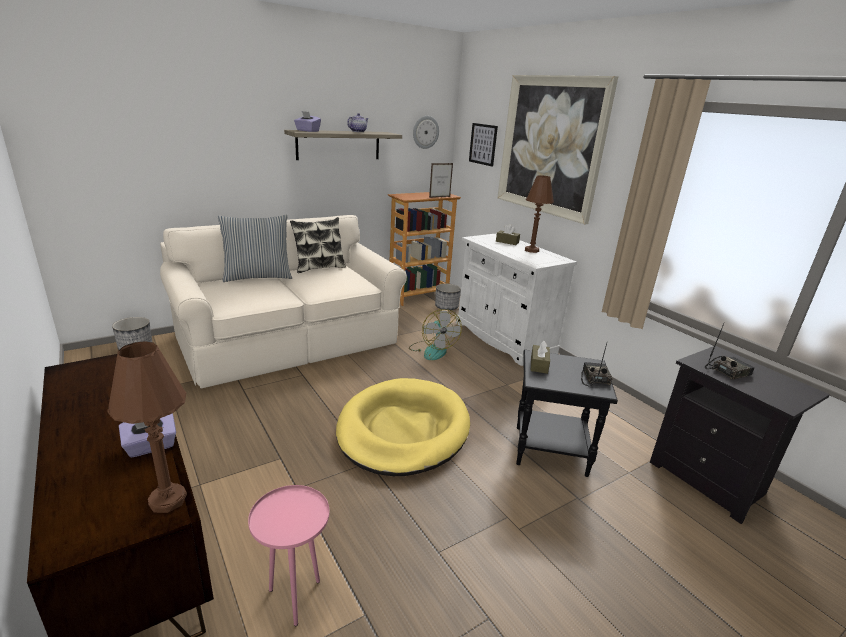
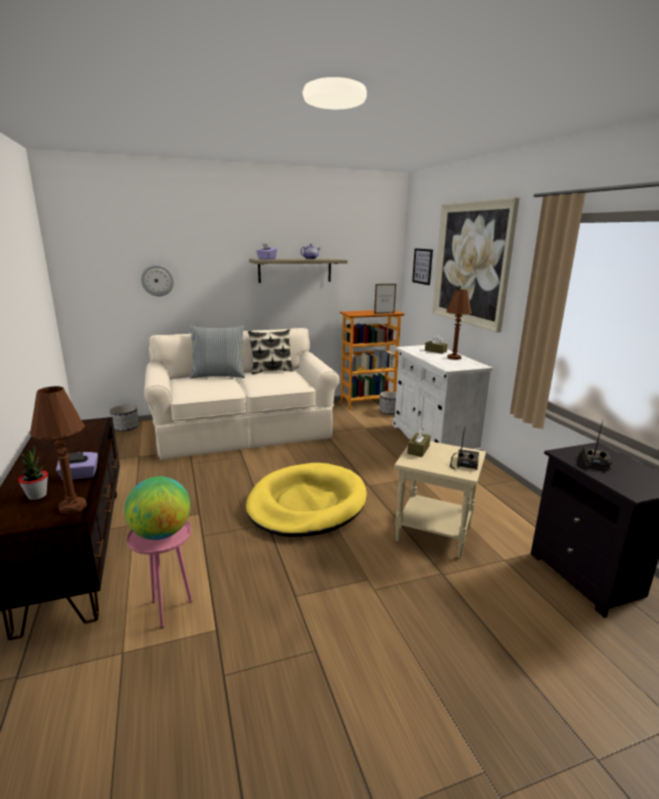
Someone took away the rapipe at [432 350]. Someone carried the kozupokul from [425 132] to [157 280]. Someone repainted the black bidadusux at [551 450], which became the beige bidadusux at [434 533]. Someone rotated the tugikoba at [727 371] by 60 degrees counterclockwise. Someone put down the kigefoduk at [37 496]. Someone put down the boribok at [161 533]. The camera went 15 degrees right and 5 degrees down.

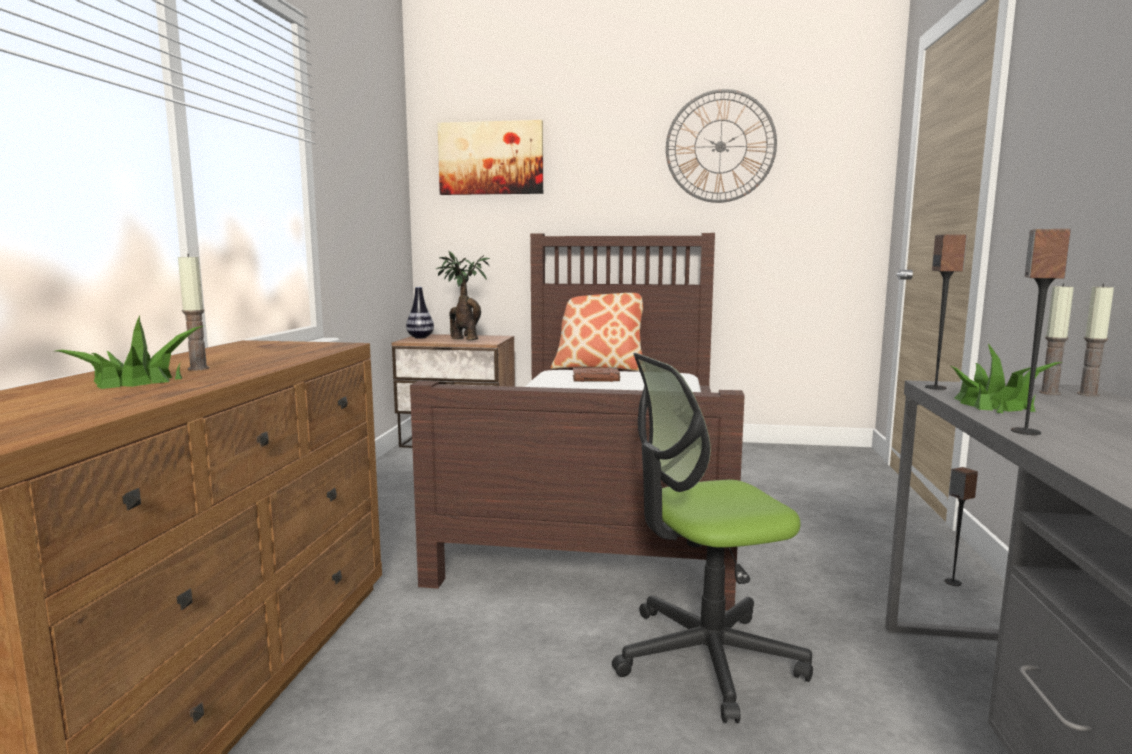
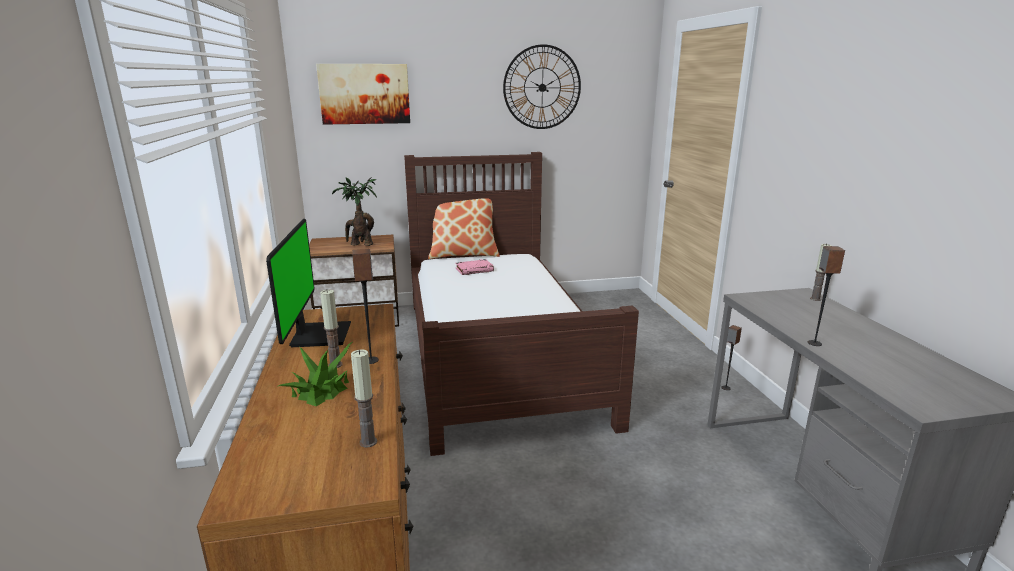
Someone took away the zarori at [420 337]. Someone repainted the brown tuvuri at [596 379], which became the pink tuvuri at [474 270]. Someone took away the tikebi at [706 658]. Someone carried the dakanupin from [936 387] to [371 360]. Someone took away the kigefoduk at [994 405]. Someone carried the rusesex from [1049 393] to [368 442]. Someone put down the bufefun at [318 335]. The camera went 20 degrees left and 10 degrees up.

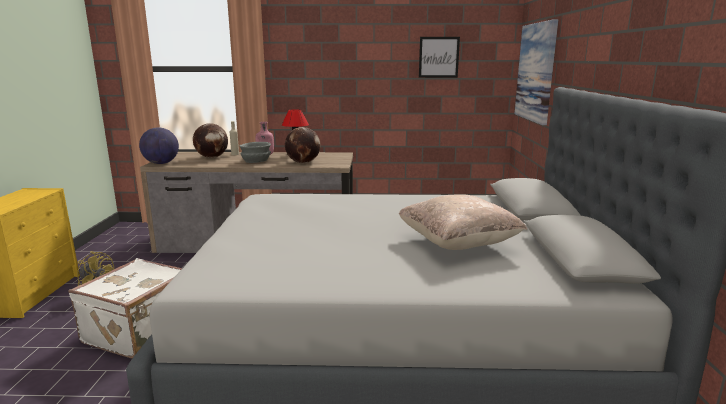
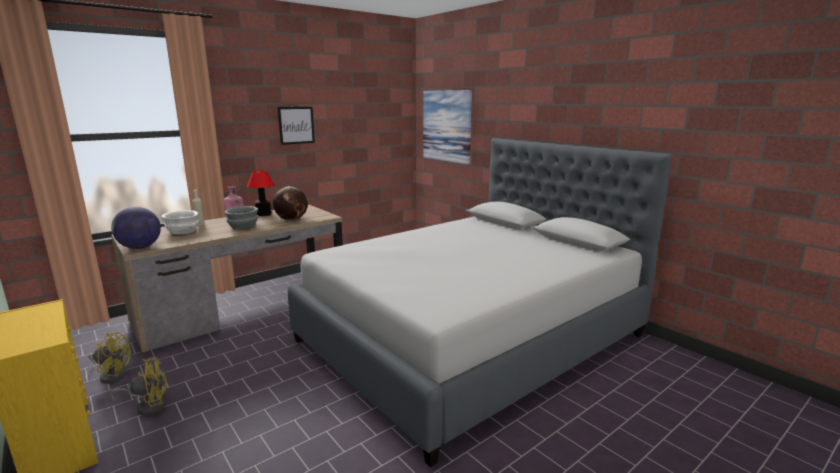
Someone took away the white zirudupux at [141 330]. Someone swapped the boribok at [212 157] for the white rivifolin at [183 231]. Someone took away the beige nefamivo at [457 244]. Someone carried the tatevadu from [438 57] to [296 125]. Someone put down the yellow rapipe at [112 375]. The camera went 40 degrees left and 0 degrees up.

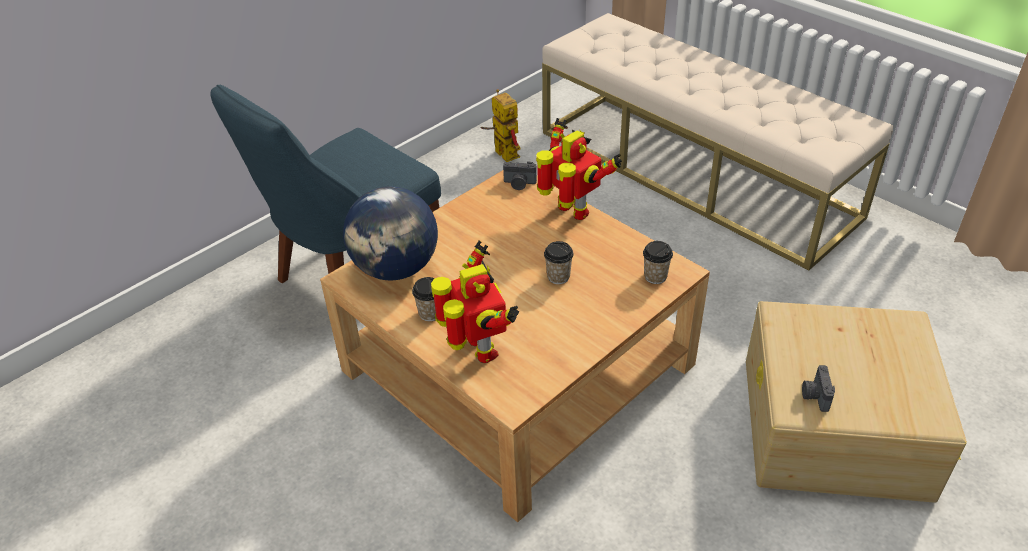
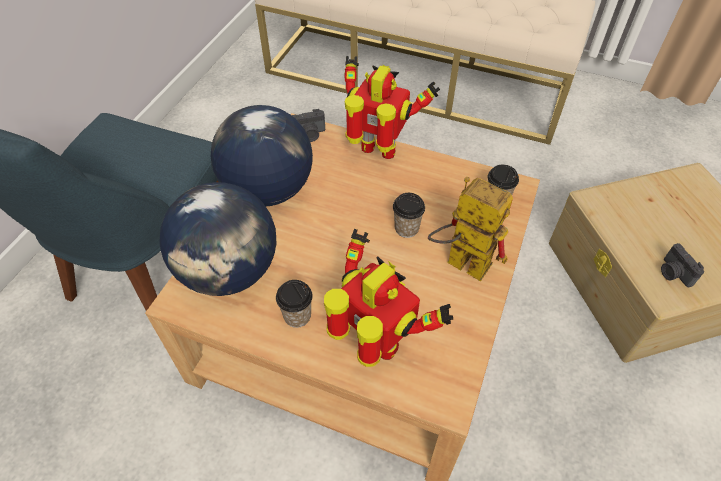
Someone carried the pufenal from [502 152] to [459 262]. Someone put down the boribok at [268 191]. The camera went 25 degrees left and 10 degrees up.

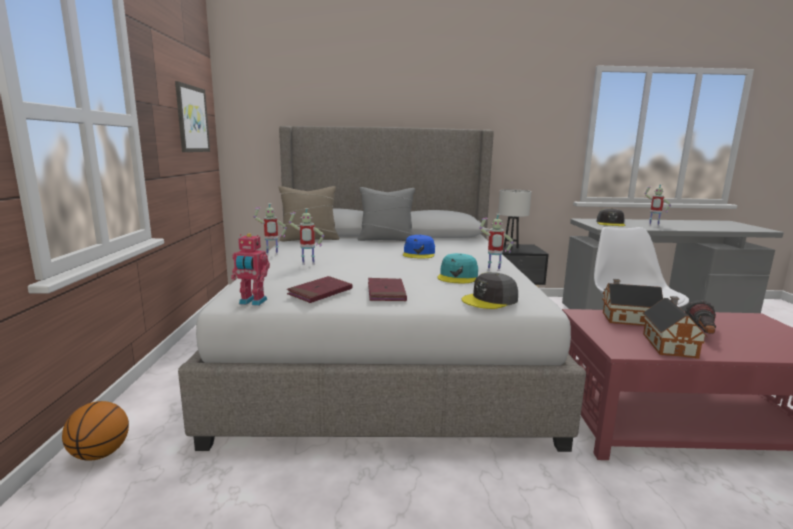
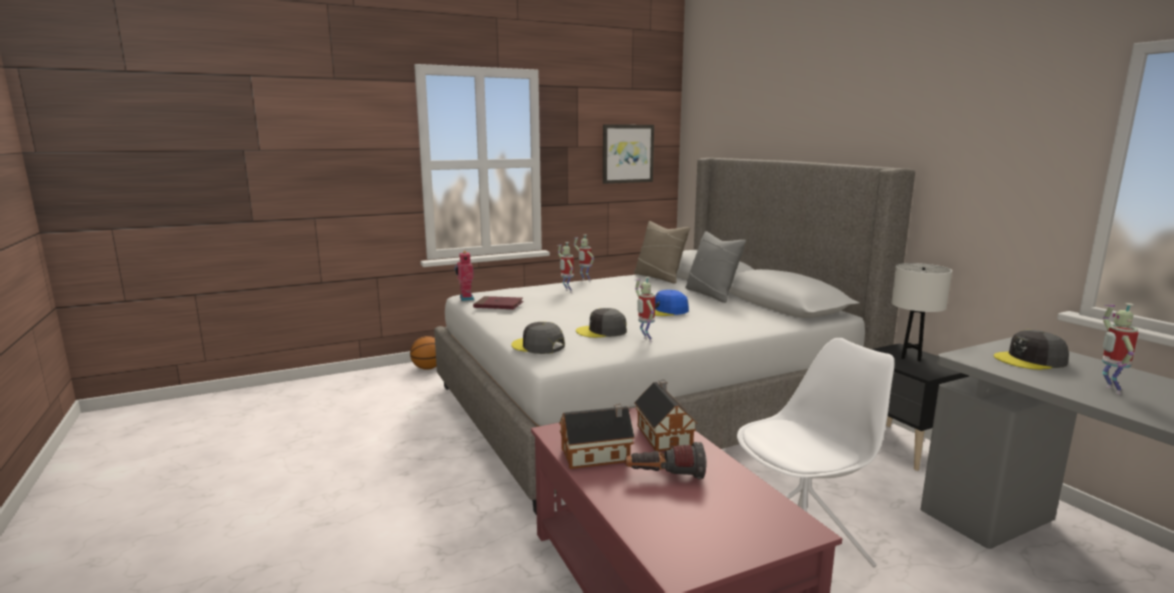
Someone took away the red tuvuri at [386 292]. Someone repainted the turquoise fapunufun at [458 276], which became the grey fapunufun at [602 331]. The camera went 65 degrees right and 0 degrees up.

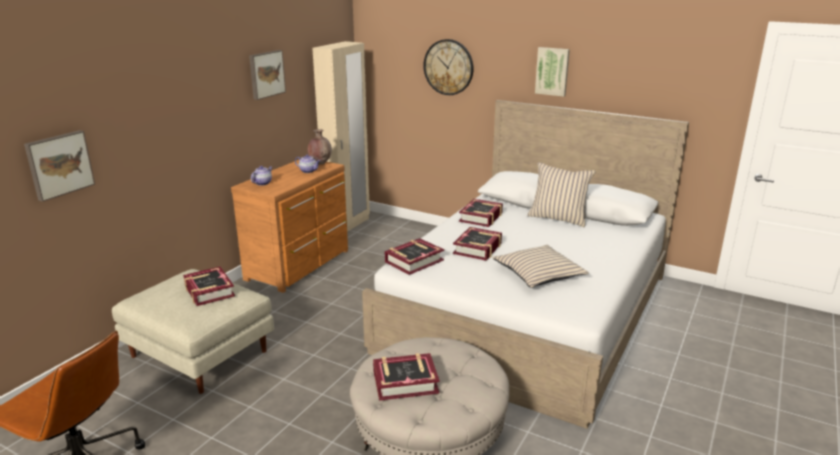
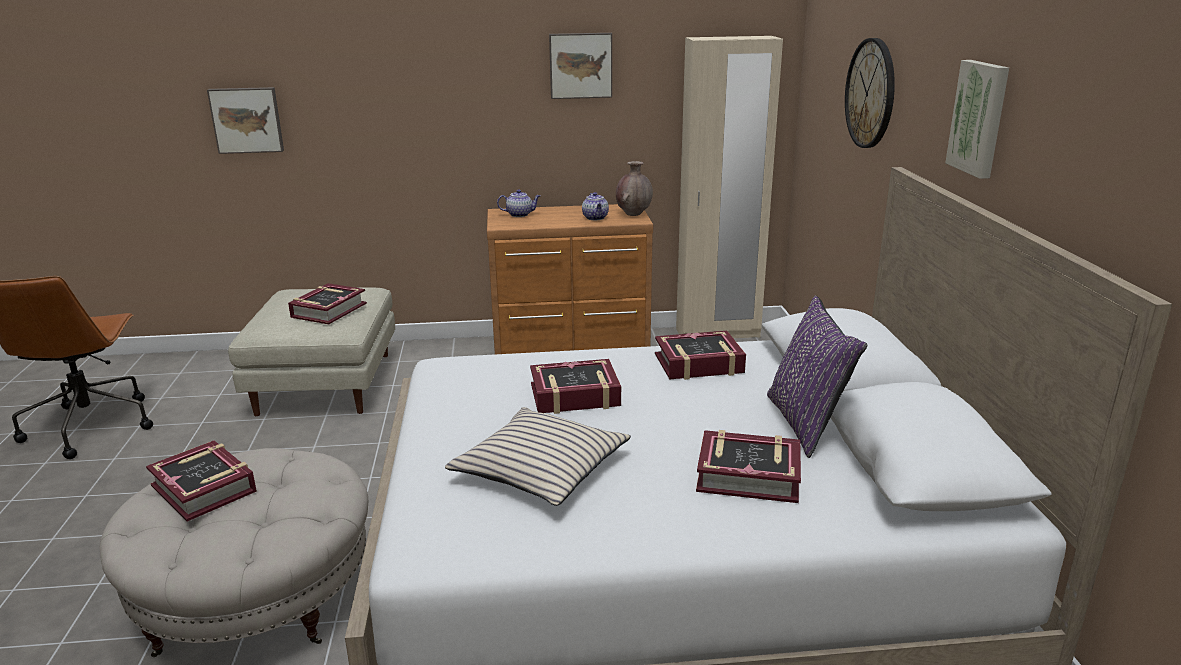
Someone carried the tuvuri from [414 261] to [748 475]. Someone repainted the beige nefamivo at [558 218], which became the purple nefamivo at [806 423]. The camera went 55 degrees right and 0 degrees up.

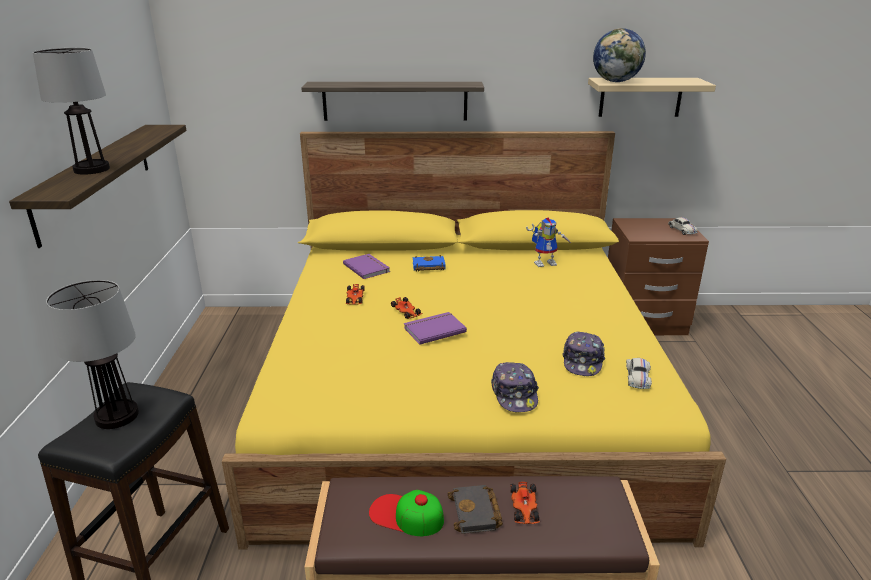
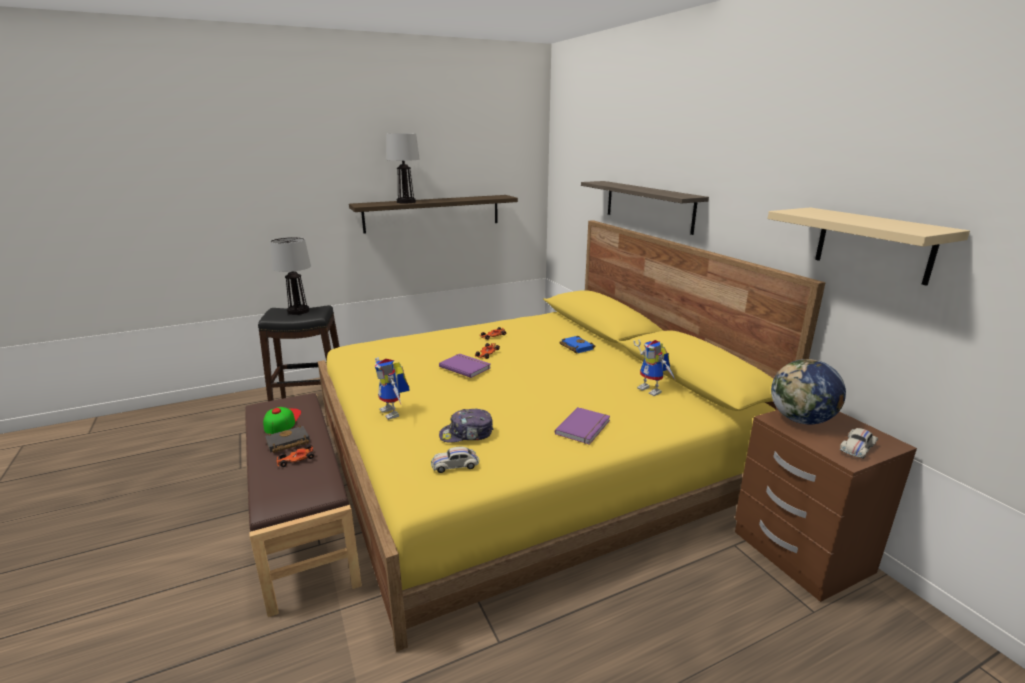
Someone carried the purple tuvuri from [367 267] to [584 427]. Someone swapped the fapunufun at [514 394] for the pufenal at [394 413]. Someone carried the boribok from [616 81] to [801 420]. The camera went 65 degrees right and 5 degrees down.

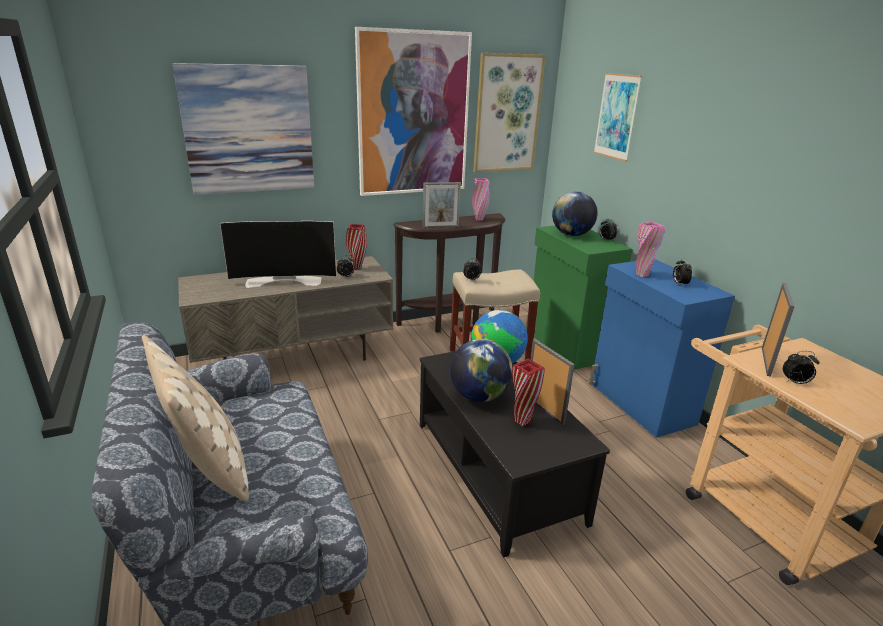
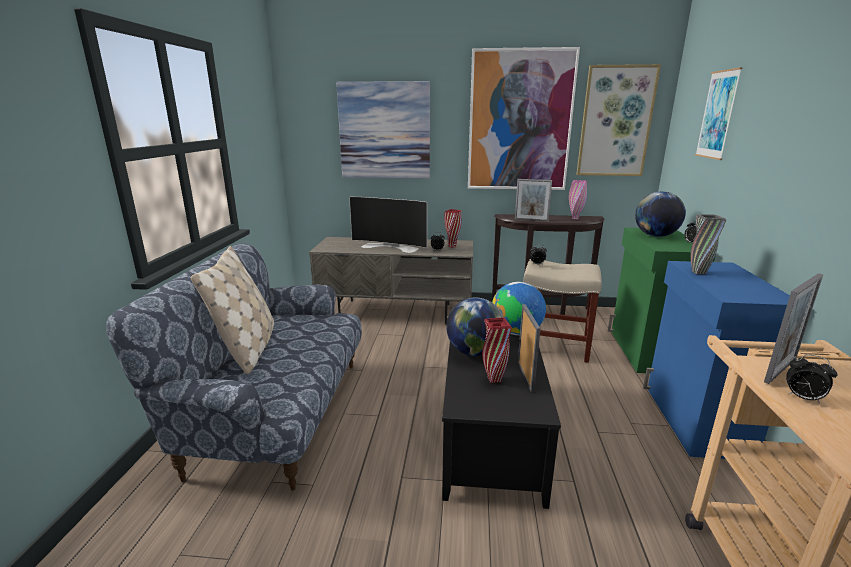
Someone repainted the pink zarori at [642 275], which became the grey zarori at [698 272]. Someone took away the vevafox at [679 284]. The camera went 30 degrees right and 5 degrees down.

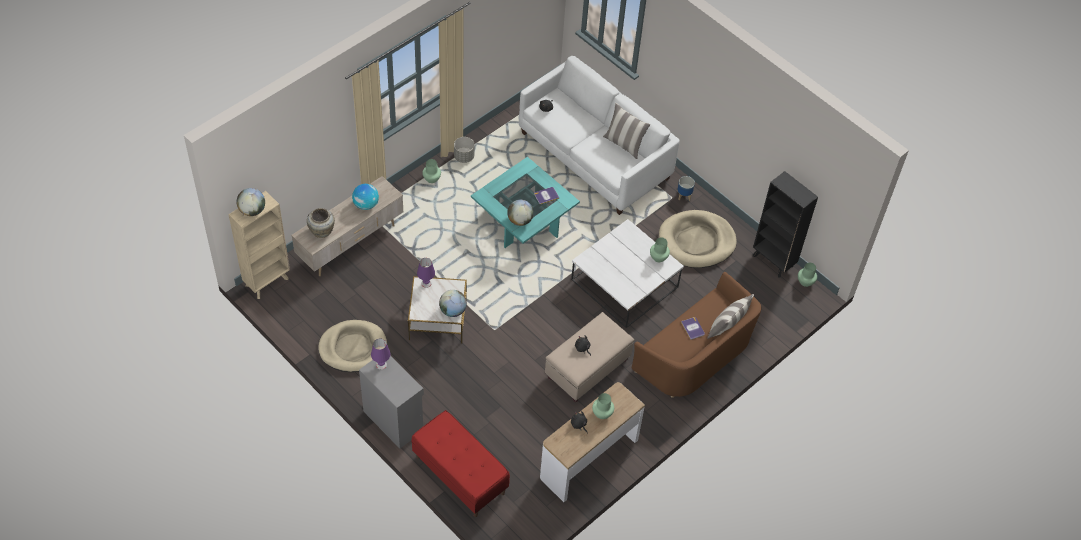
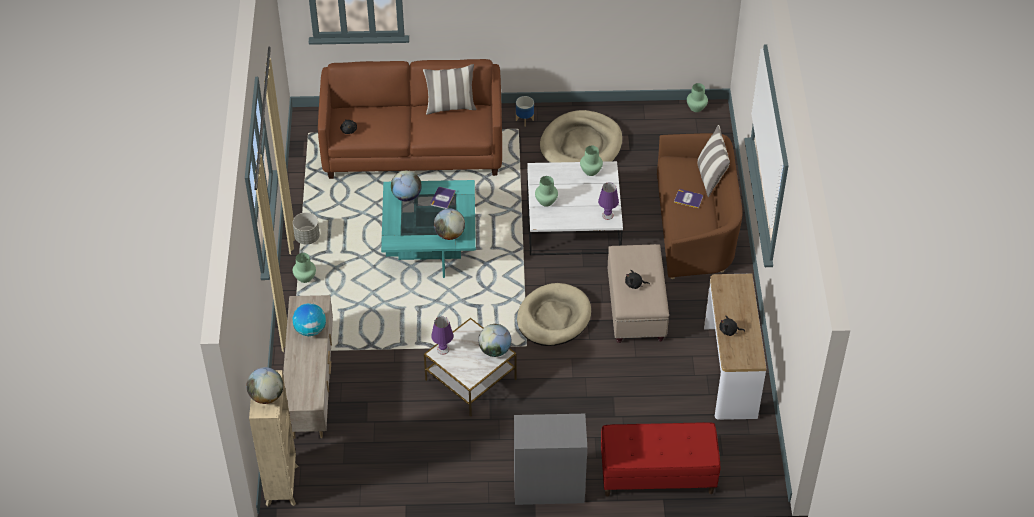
Someone took away the beige zarori at [322 231]. Someone carried the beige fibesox from [353 348] to [553 317]. Someone carried the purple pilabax from [381 365] to [607 215]. Someone repainted the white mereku at [594 155], which became the brown mereku at [413 147]. Someone carried the green zarori from [602 413] to [545 201]. Someone took away the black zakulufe at [773 261]. Someone put down the boribok at [406 196]. The camera went 45 degrees left and 5 degrees down.

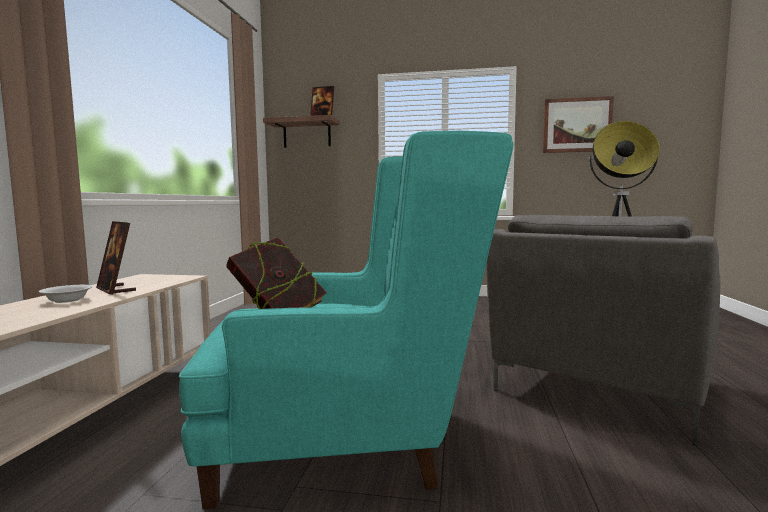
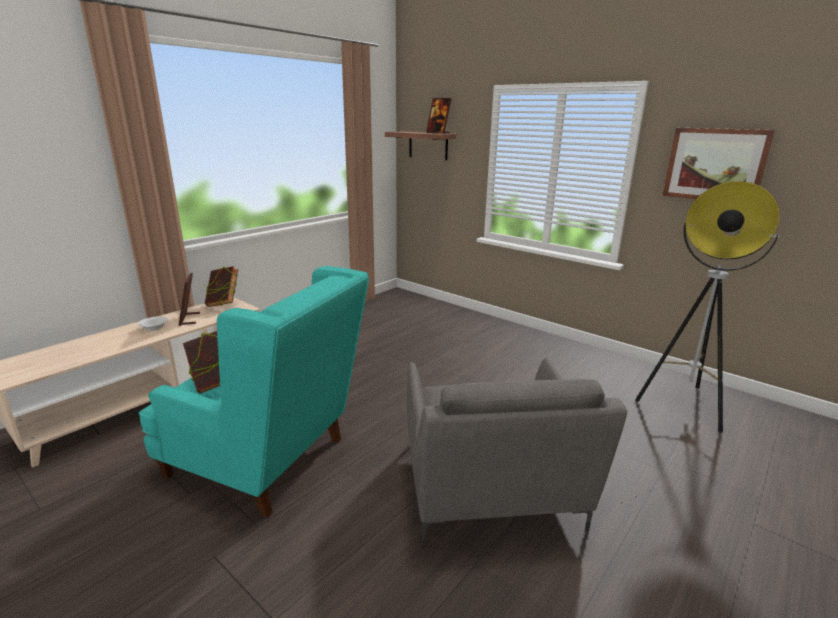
Someone rotated the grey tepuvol at [599 388] by 75 degrees counterclockwise. Someone put down the tuvuri at [224 304]. The camera went 30 degrees right and 15 degrees up.

